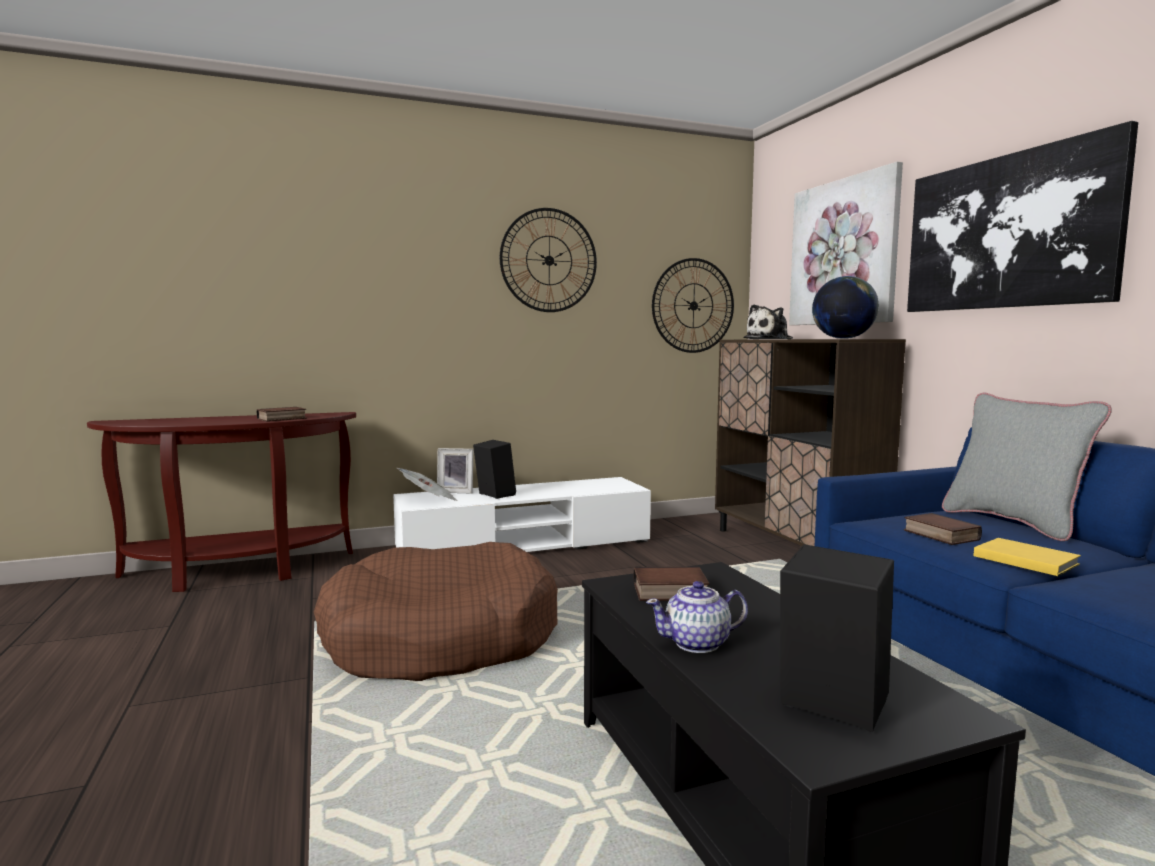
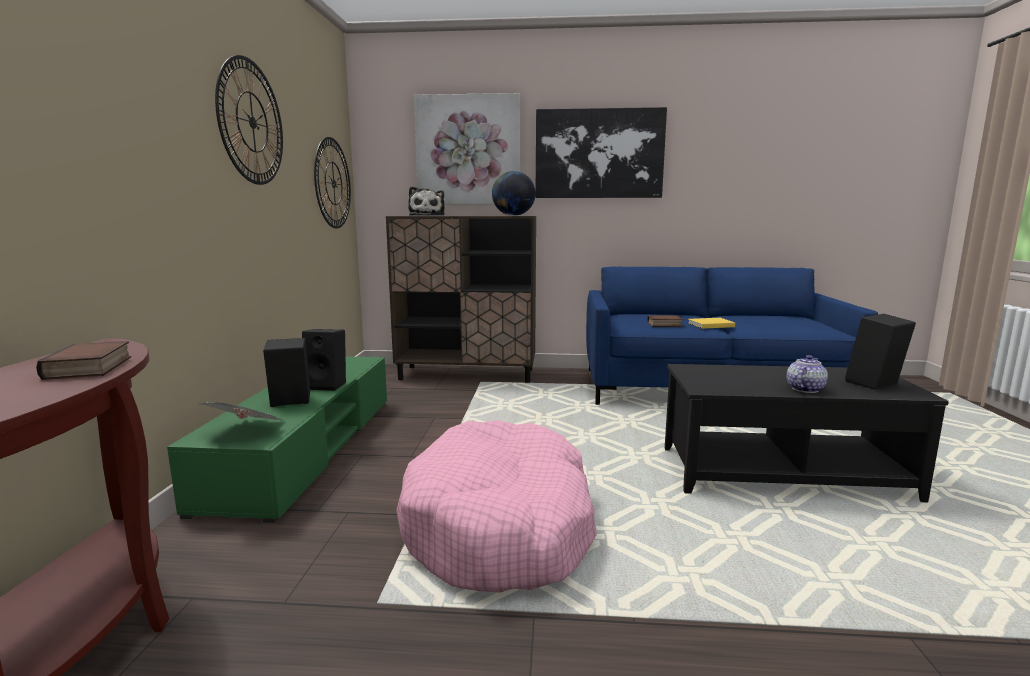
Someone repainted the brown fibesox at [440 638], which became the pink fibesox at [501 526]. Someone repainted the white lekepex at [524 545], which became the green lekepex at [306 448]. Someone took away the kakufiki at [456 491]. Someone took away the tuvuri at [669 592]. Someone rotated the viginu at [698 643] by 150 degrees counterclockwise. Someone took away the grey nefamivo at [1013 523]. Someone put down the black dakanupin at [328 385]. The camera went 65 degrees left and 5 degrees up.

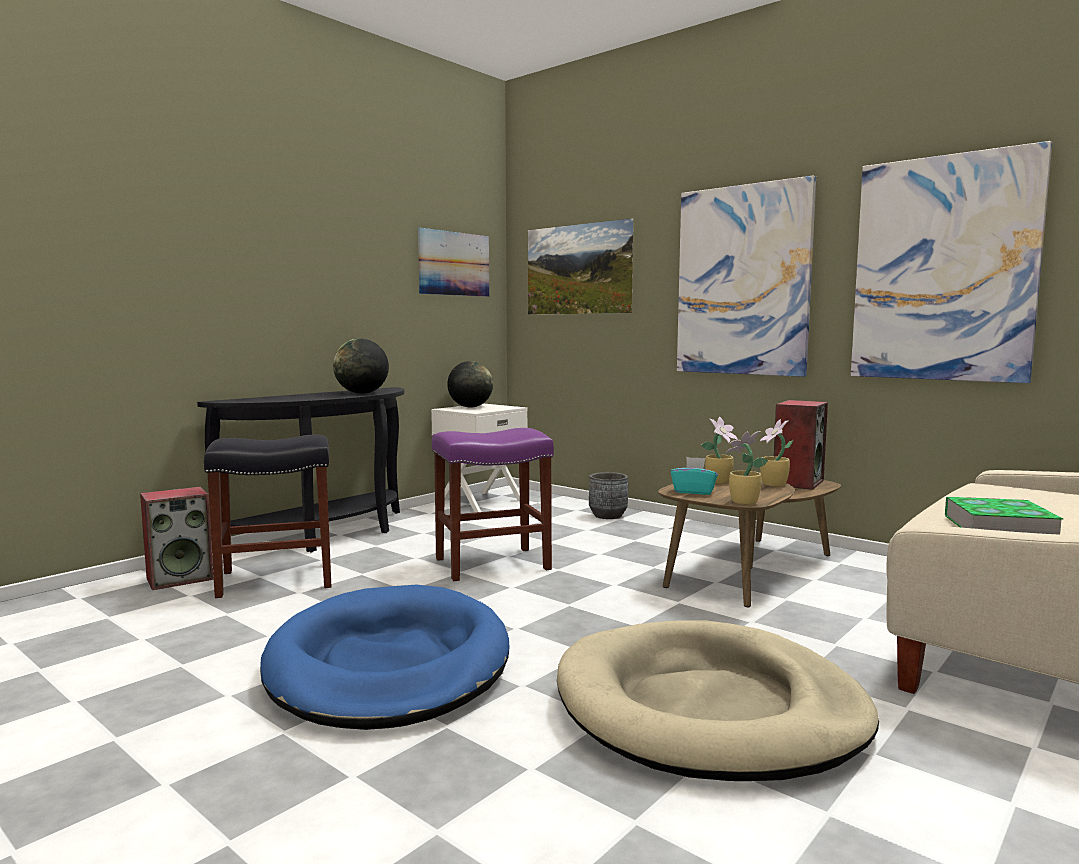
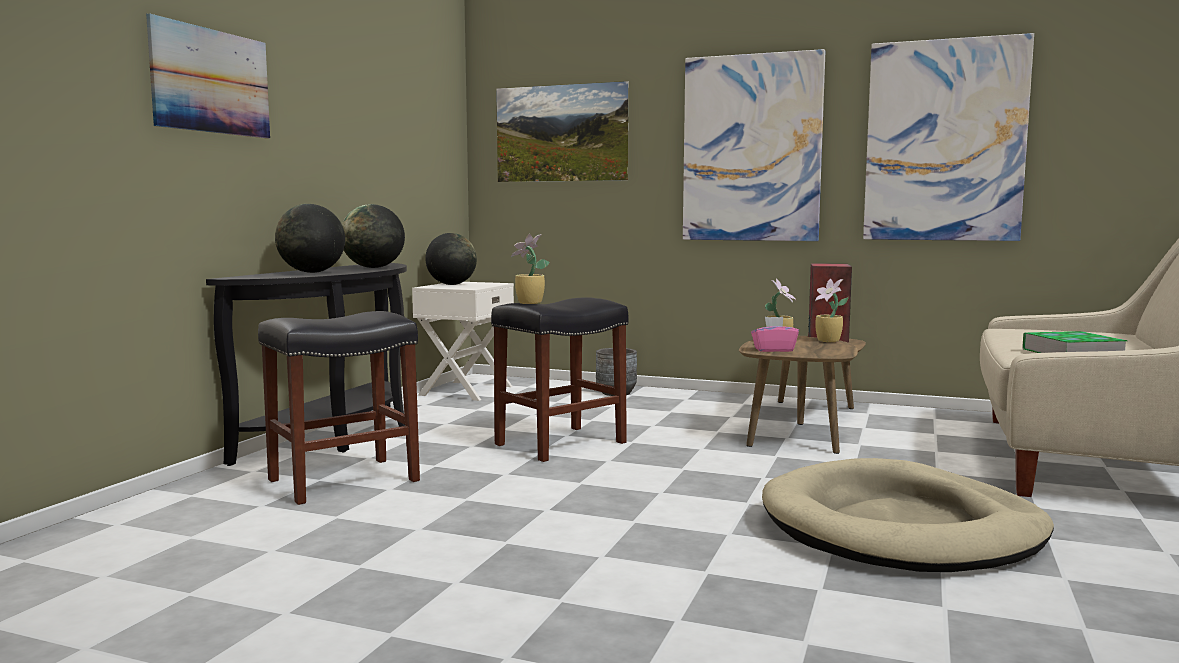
Someone took away the dakanupin at [180 578]. Someone took away the blue fibesox at [389 664]. Someone carried the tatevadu from [454 264] to [211 81]. Someone repainted the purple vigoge at [493 563], which became the black vigoge at [561 443]. Someone repainted the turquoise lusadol at [694 491], which became the pink lusadol at [773 350]. Someone carried the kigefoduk from [742 502] to [528 303]. Someone put down the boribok at [312 272]. The camera went 20 degrees left and 0 degrees up.

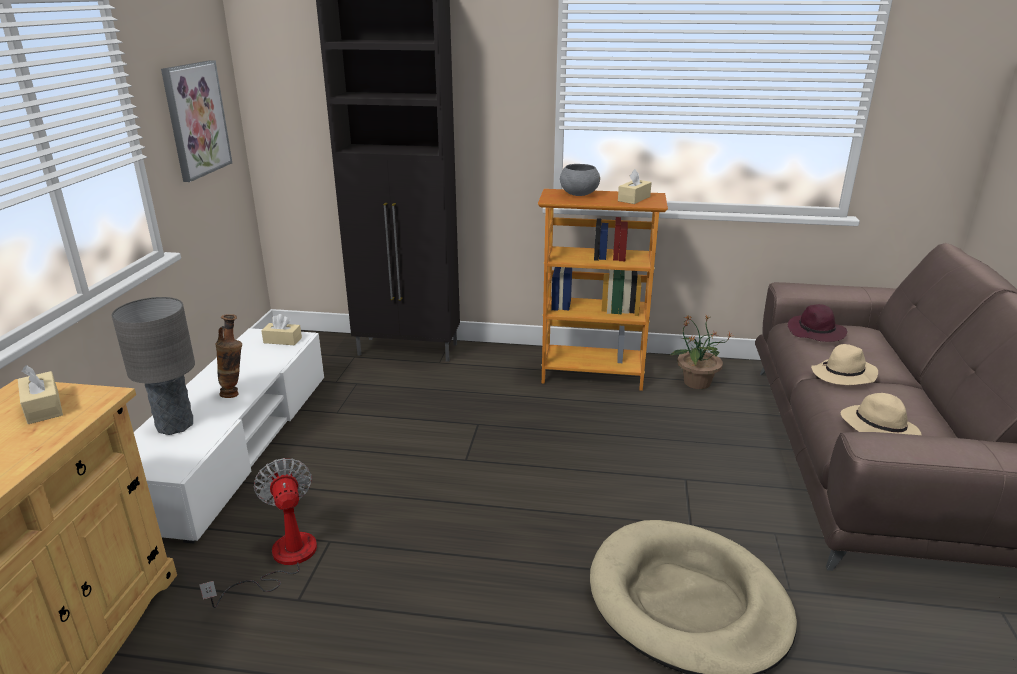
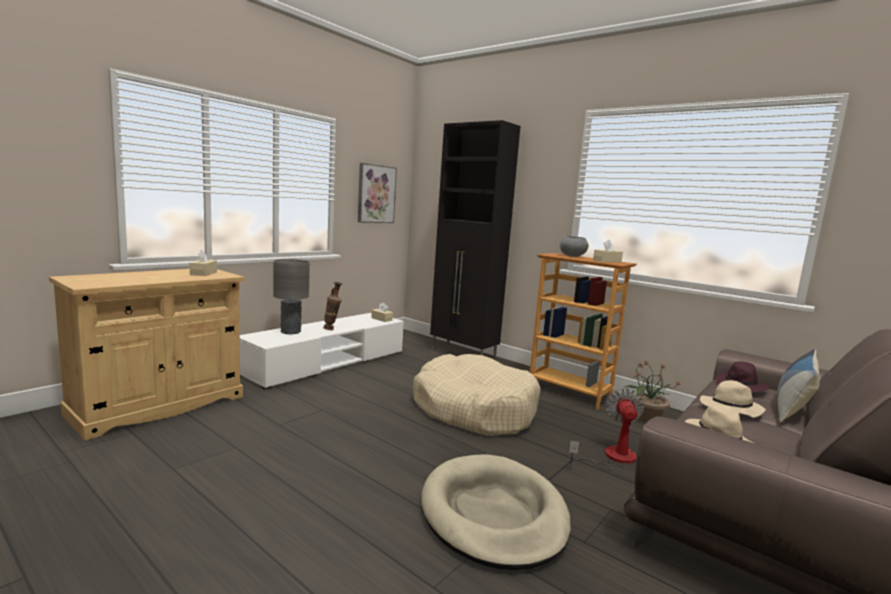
Someone carried the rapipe from [281 560] to [612 458]. Someone put down the beige fibesox at [474 409]. Someone put down the nefamivo at [793 408]. The camera went 30 degrees right and 15 degrees down.

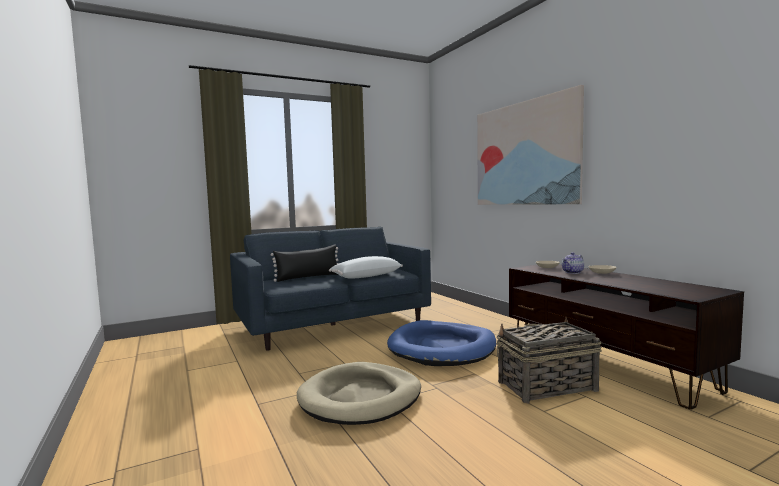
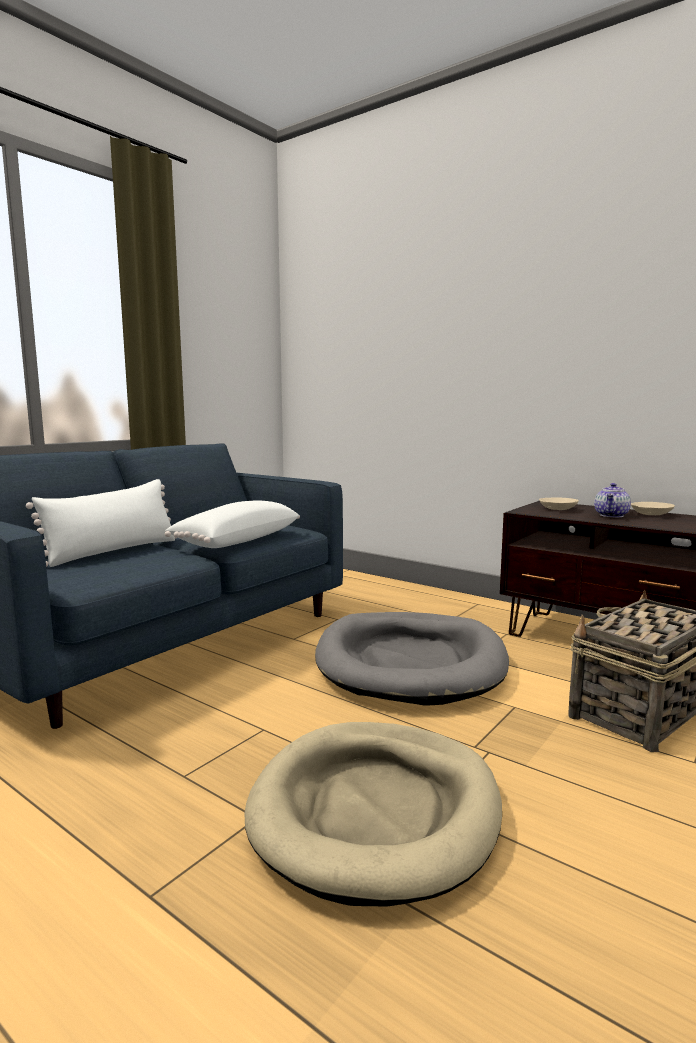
Someone repainted the black nefamivo at [308 277], which became the white nefamivo at [113 551]. Someone repainted the blue fibesox at [442 348], which became the grey fibesox at [410 663]. Someone took away the tatevadu at [524 153]. The camera went 25 degrees left and 5 degrees up.

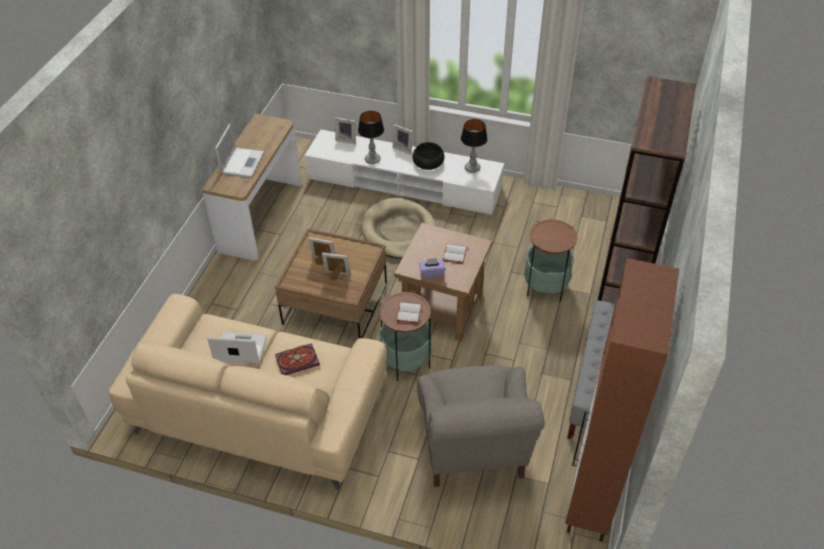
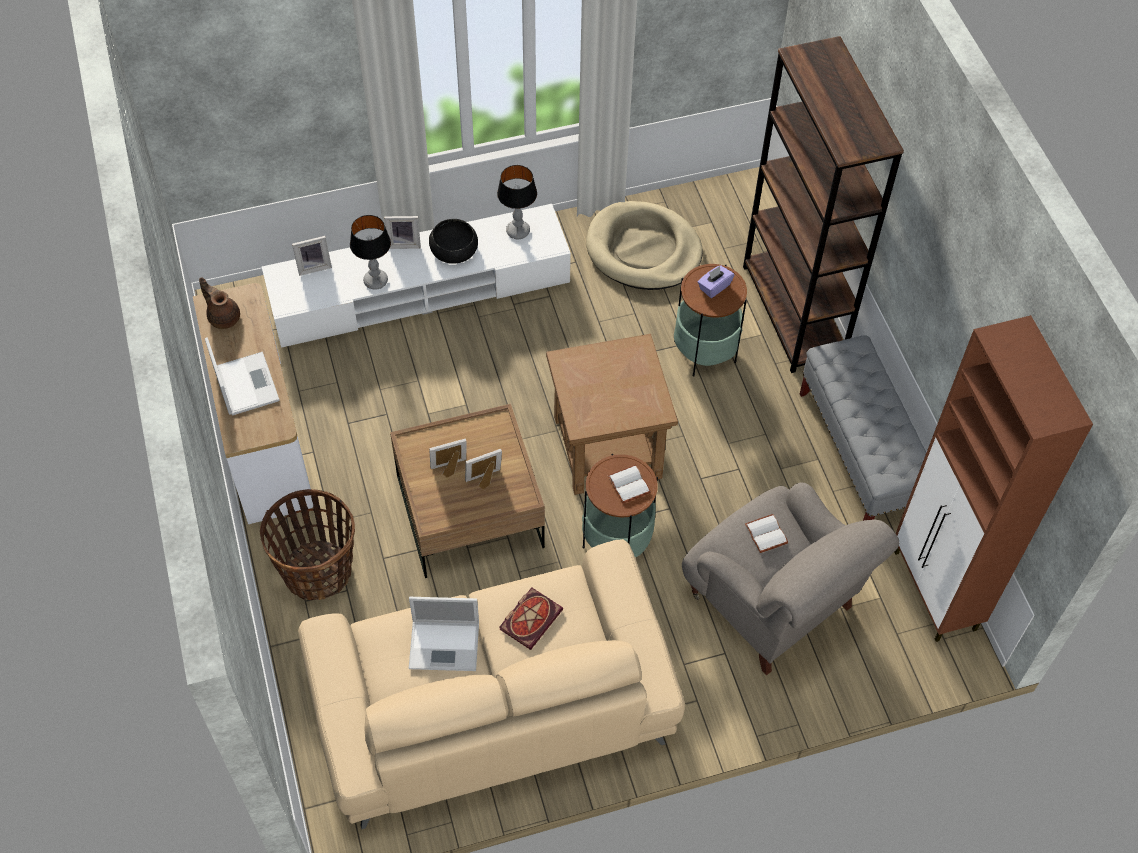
Someone rotated the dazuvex at [239 349] by 150 degrees counterclockwise. Someone carried the beige fibesox from [399 232] to [643 250]. Someone carried the purple lusadol from [431 273] to [714 287]. Someone carried the white tuvuri from [455 254] to [767 534]. Someone put down the brown viginu at [223 317]. Someone put down the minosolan at [318 571]. The camera went 35 degrees left and 10 degrees up.

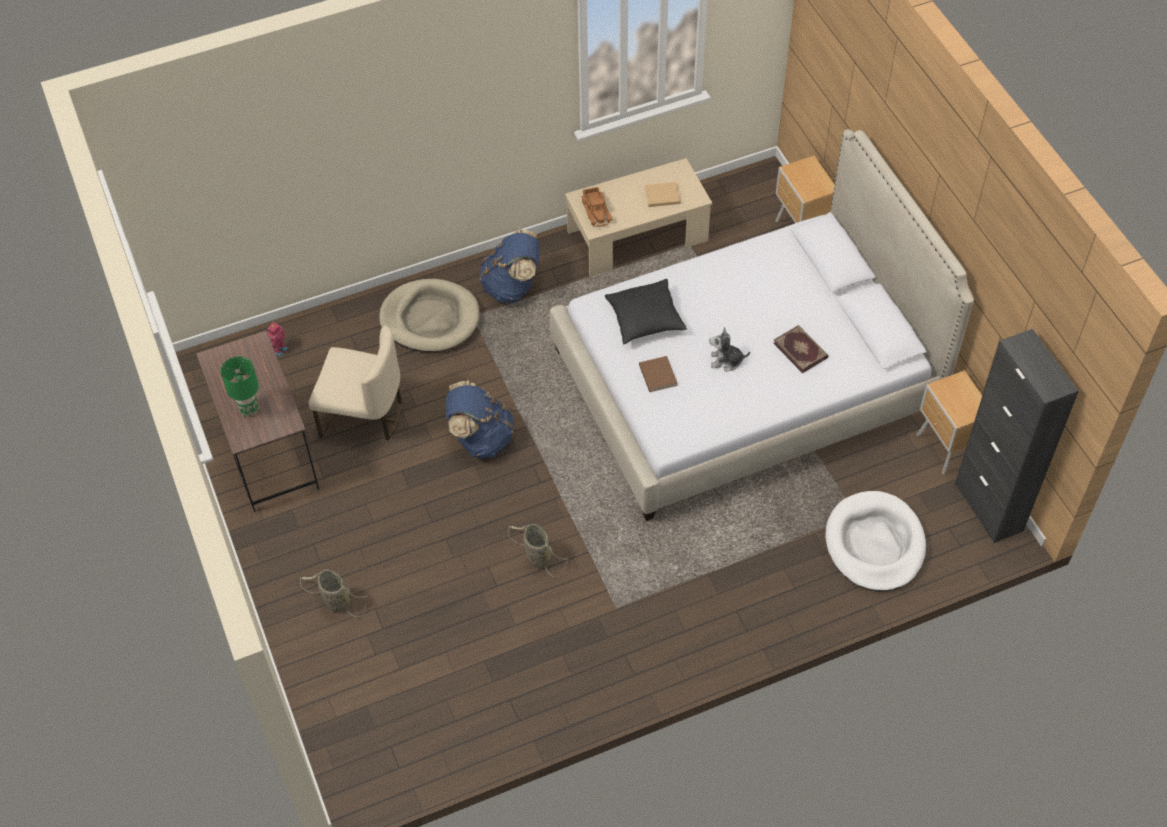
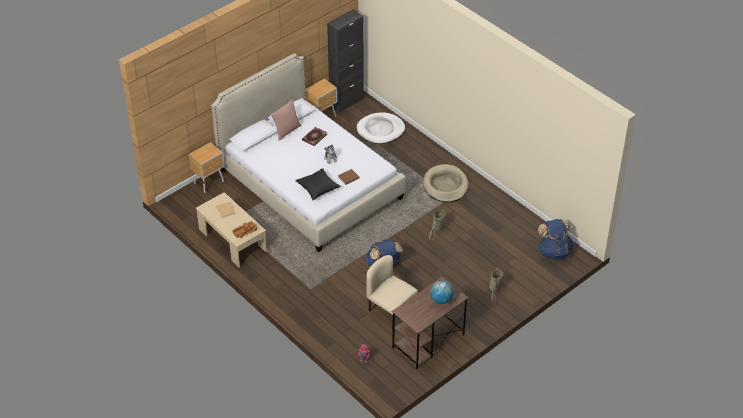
Someone swapped the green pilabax at [249 409] for the boribok at [441 300]. Someone rotated the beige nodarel at [363 416] by 45 degrees counterclockwise. Someone carried the beige fibesox from [430 319] to [445 185]. Someone carried the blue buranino from [512 286] to [554 251]. Someone put down the pink nefamivo at [286 131]. The camera went 110 degrees left and 10 degrees down.

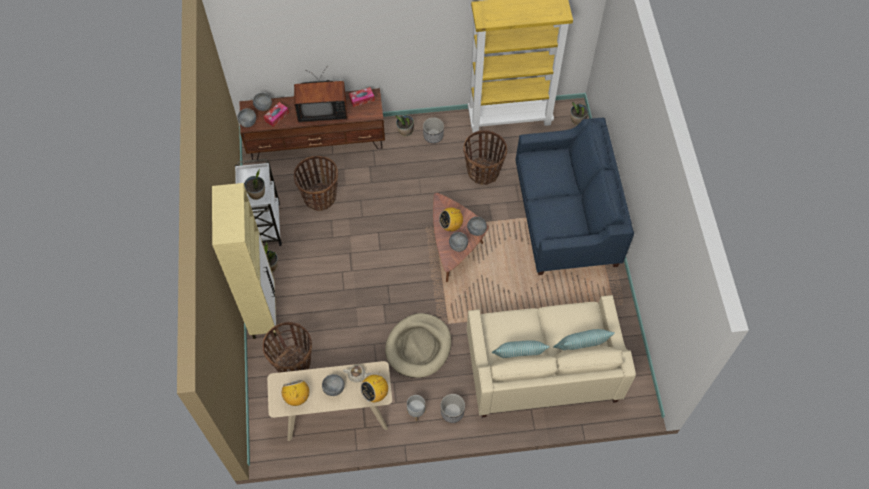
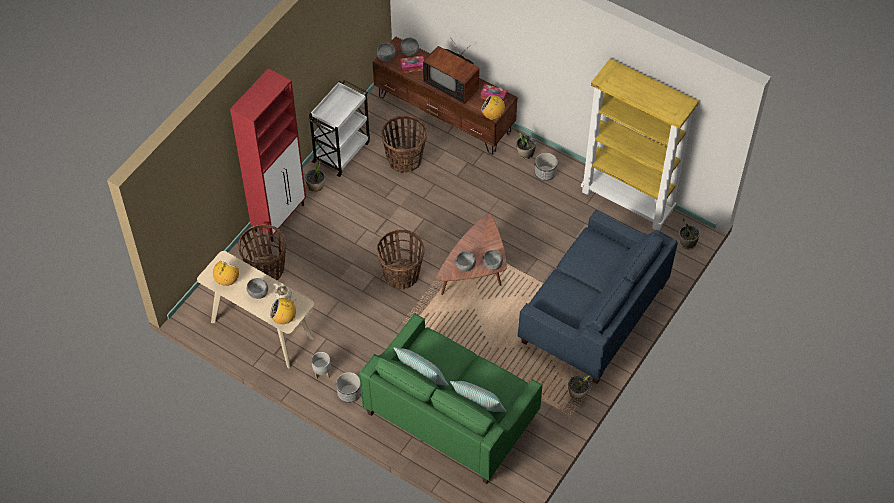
Someone repainted the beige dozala at [264 312], which became the red dozala at [280 217]. Someone carried the kigefoduk from [257 193] to [577 393]. Someone took away the beige fibesox at [418 347]. Someone carried the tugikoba from [451 225] to [492 115]. Someone carried the minosolan from [483 172] to [401 275]. Someone repainted the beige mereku at [542 369], which became the green mereku at [451 414]. The camera went 40 degrees right and 5 degrees down.

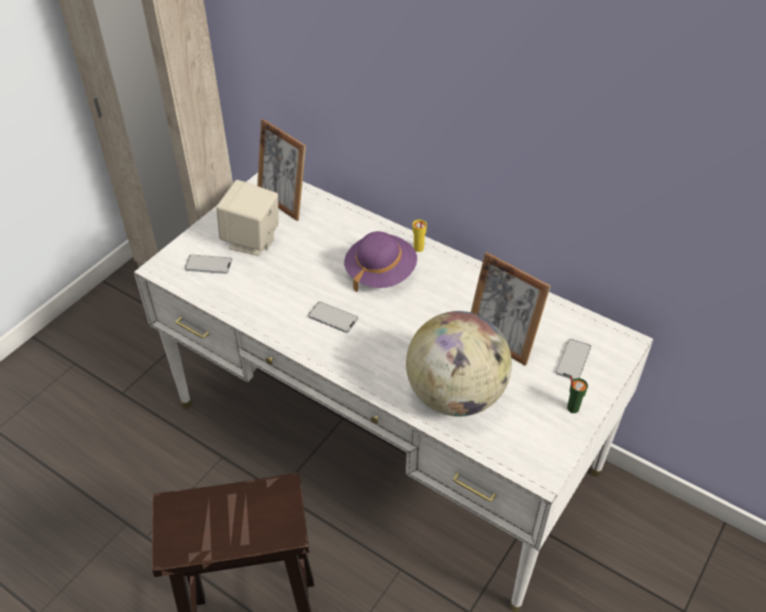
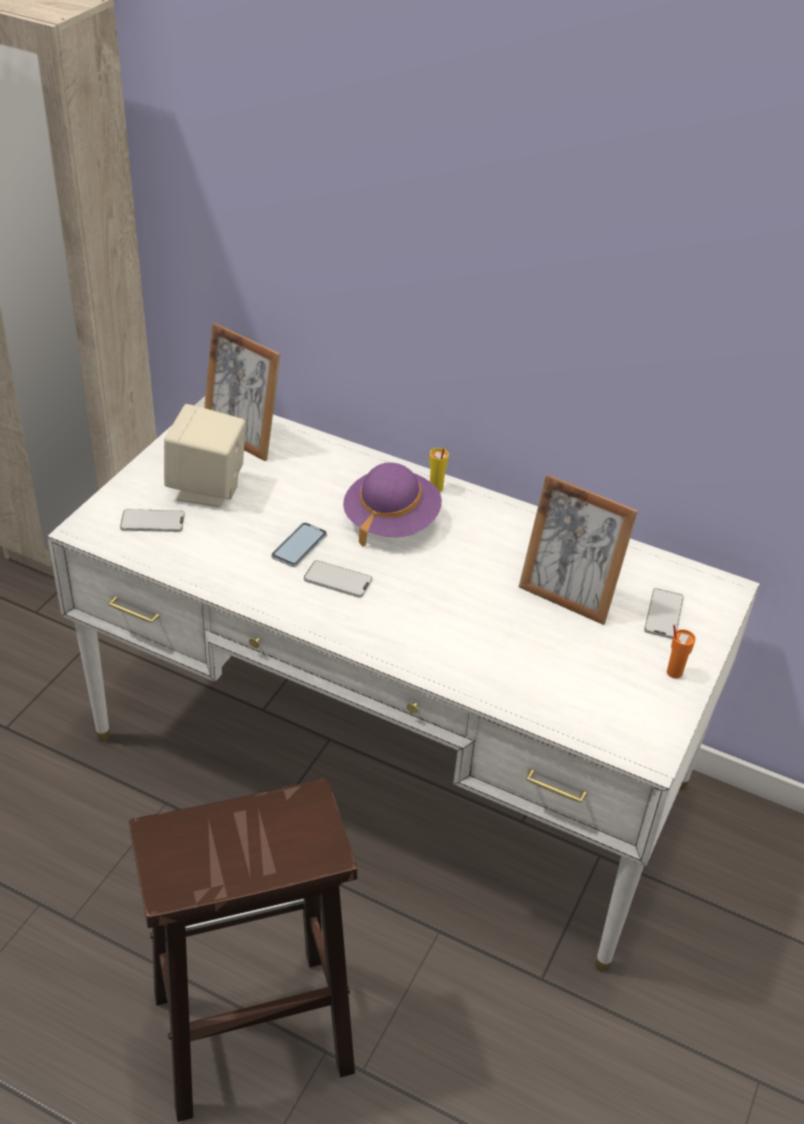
Someone took away the boribok at [455 395]. Someone repainted the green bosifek at [572 408], which became the orange bosifek at [673 672]. Someone put down the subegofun at [299 546]. The camera went 10 degrees left and 5 degrees down.

